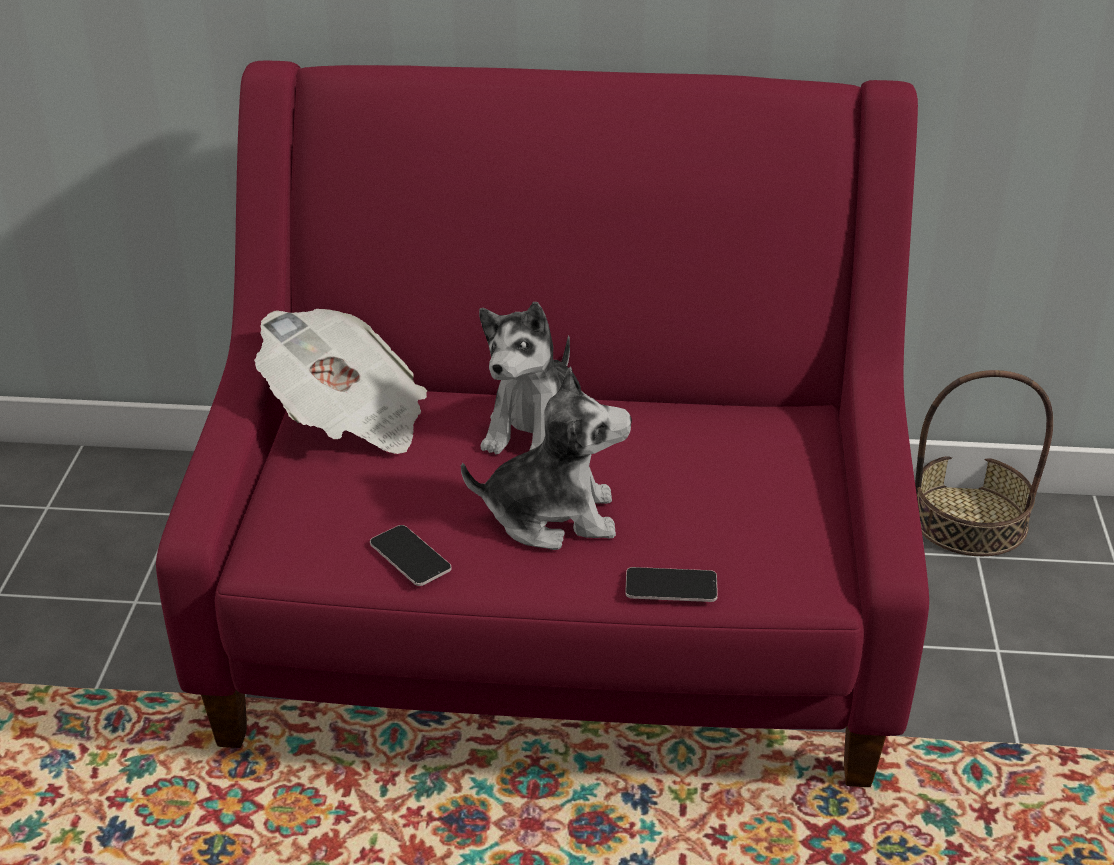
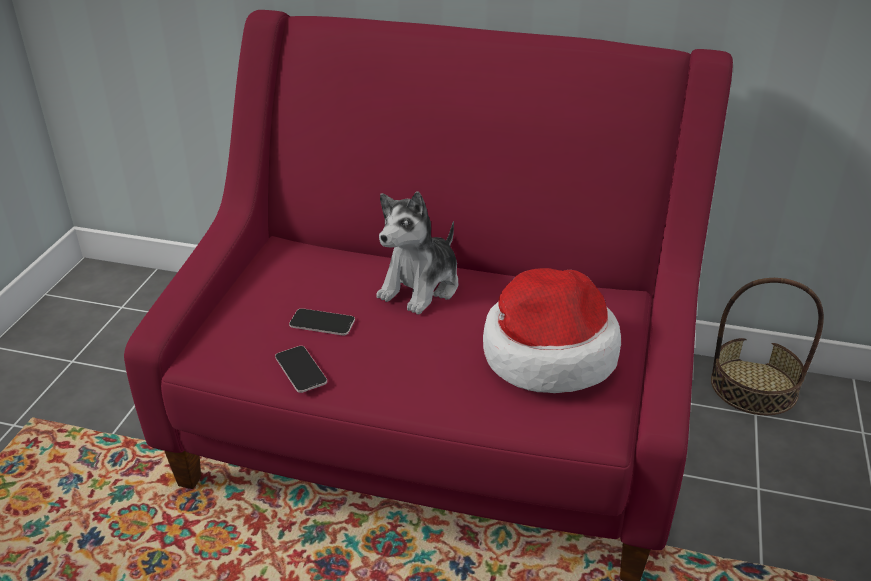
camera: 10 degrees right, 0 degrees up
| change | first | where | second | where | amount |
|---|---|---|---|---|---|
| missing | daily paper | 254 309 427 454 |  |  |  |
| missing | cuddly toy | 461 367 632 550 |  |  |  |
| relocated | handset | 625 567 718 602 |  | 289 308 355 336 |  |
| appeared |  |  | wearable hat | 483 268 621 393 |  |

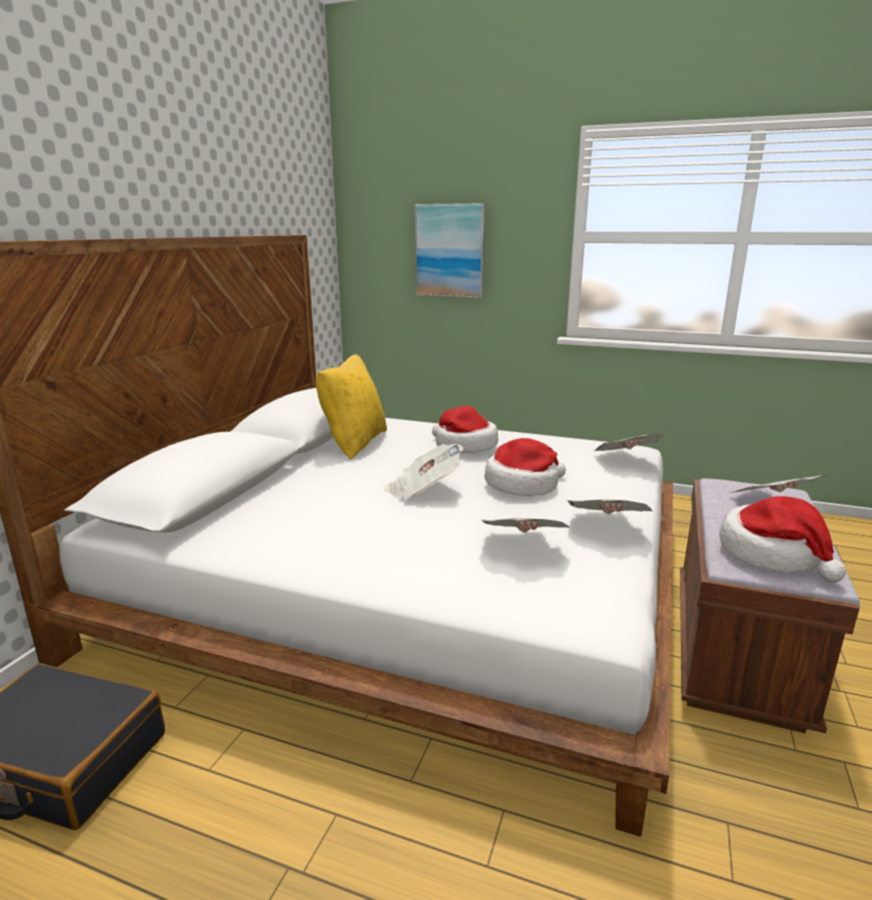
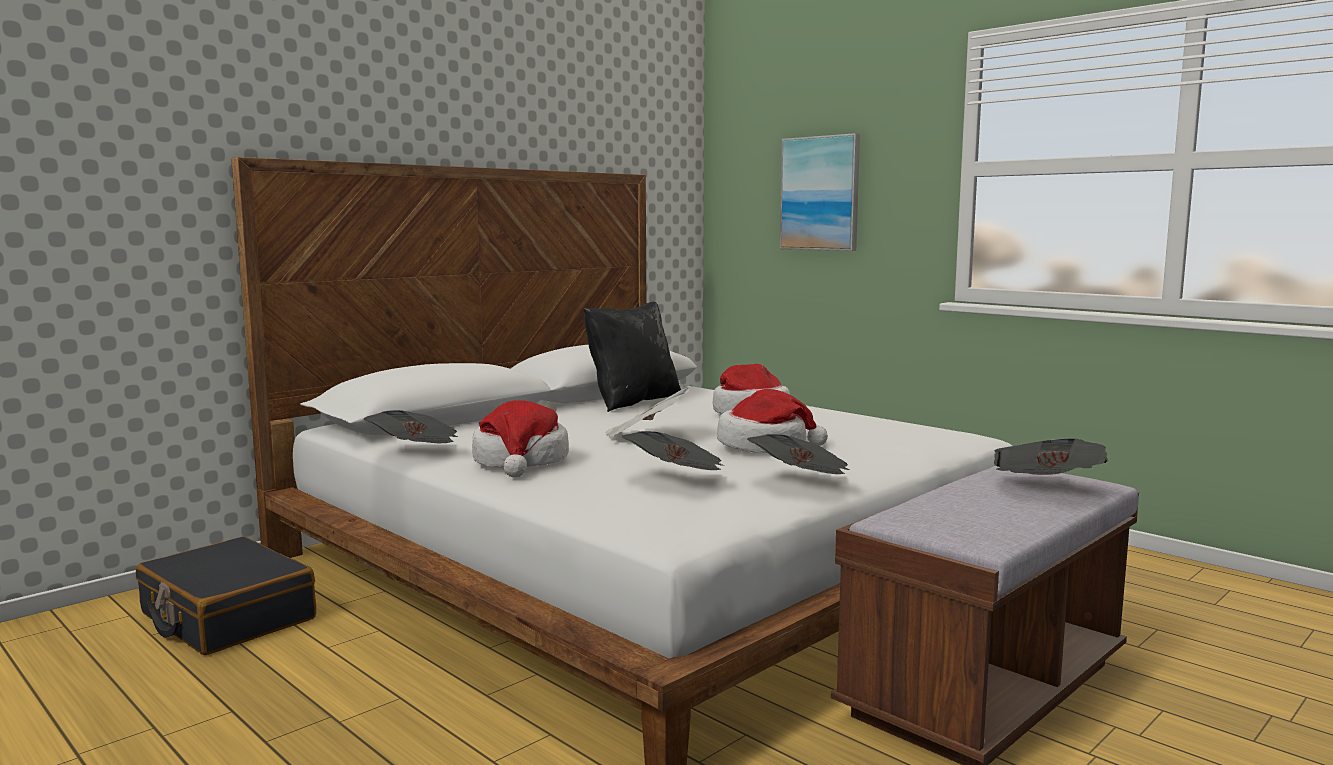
camera: 25 degrees right, 10 degrees down
| change | first | where | second | where | amount |
|---|---|---|---|---|---|
| colour | yellow-coloured throw pillow | 316 355 387 460 | black-coloured throw pillow | 584 302 681 412 |  |
| relocated | daily paper | 594 434 665 451 |  | 364 410 458 443 |  |
| relocated | wearable hat | 719 496 846 583 |  | 472 400 569 477 |  |

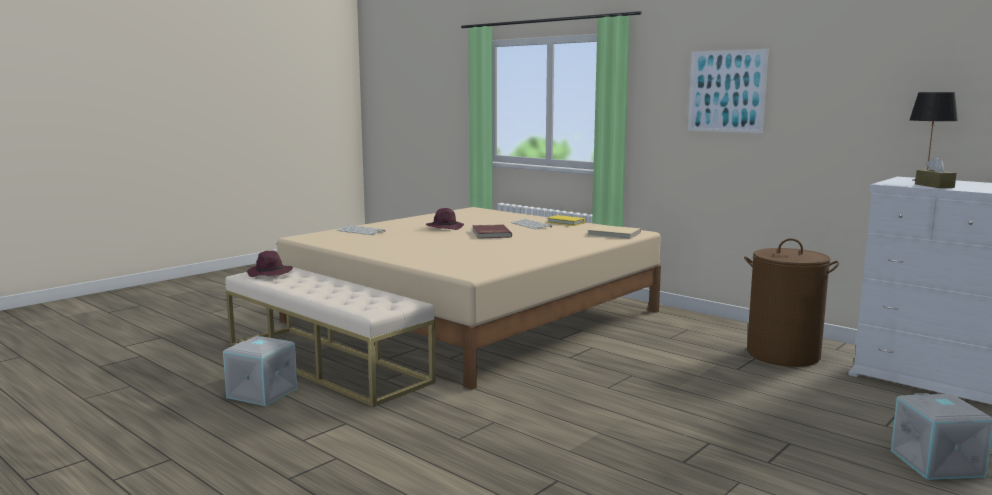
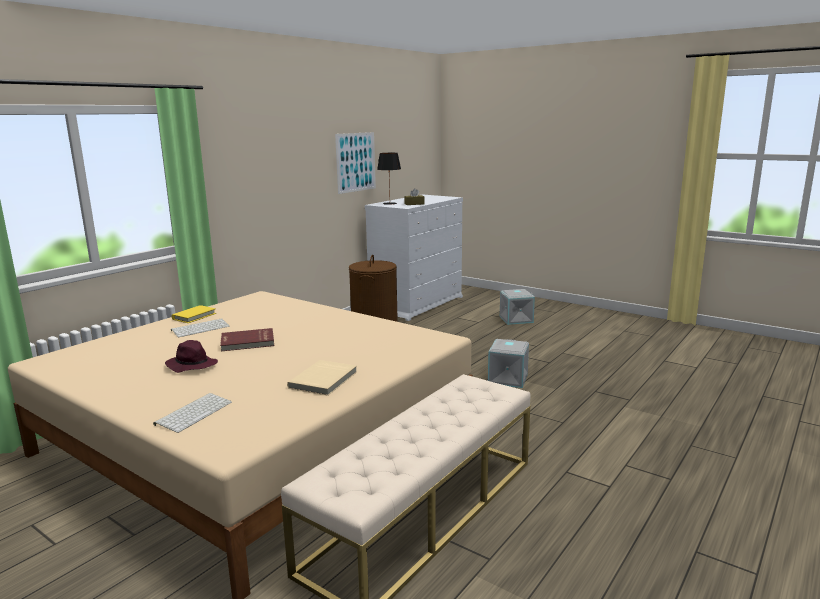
camera: 95 degrees left, 5 degrees up
| change | first | where | second | where | amount |
|---|---|---|---|---|---|
| relocated | grey storage box | 223 336 298 406 |  | 488 339 529 388 |  |
| missing | purplish wearable hat | 247 251 293 277 |  |  |  |
| relocated | beige-coloured book | 588 225 641 239 |  | 287 360 357 396 |  |
| relocated | wall art | 688 49 769 133 |  | 335 132 376 194 |  |

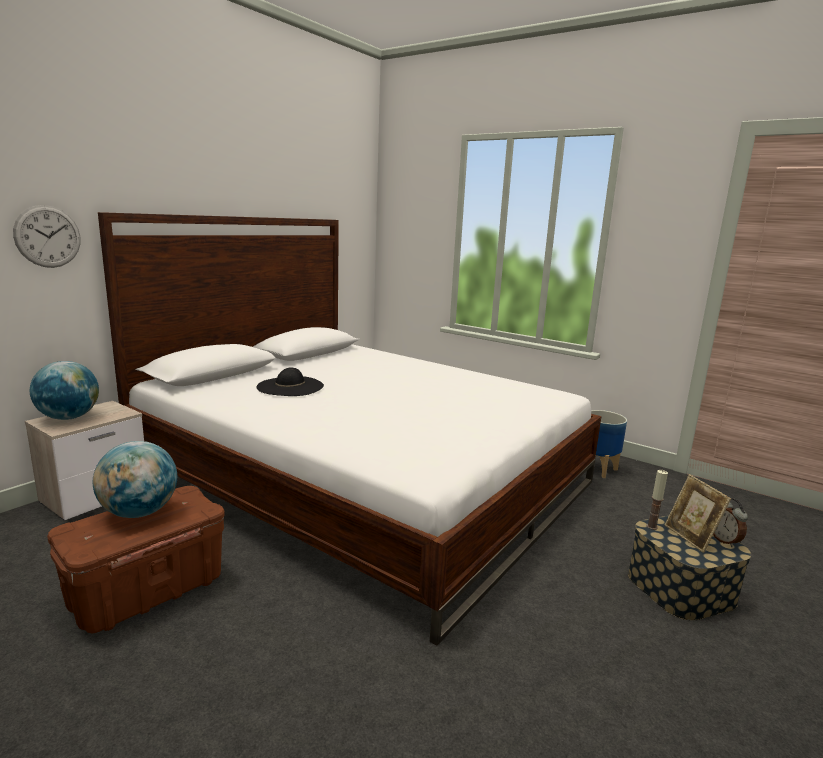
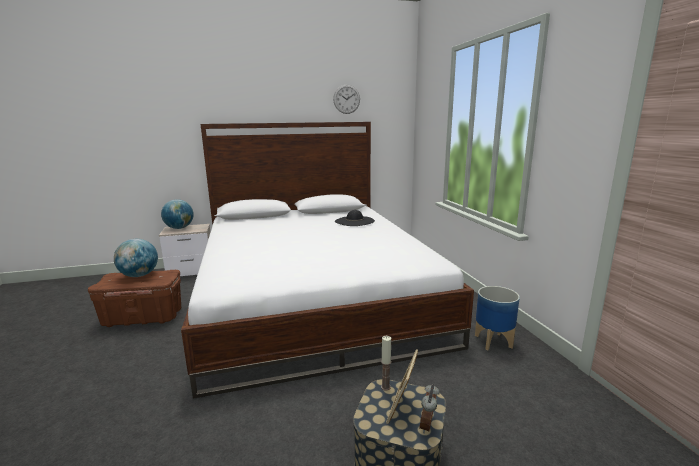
camera: 40 degrees right, 0 degrees up
| change | first | where | second | where | amount |
|---|---|---|---|---|---|
| relocated | clock on the wall | 13 205 81 268 |  | 333 85 360 114 |  |
| relocated | black-coloured wearable hat | 256 367 324 396 |  | 335 210 375 226 |  |

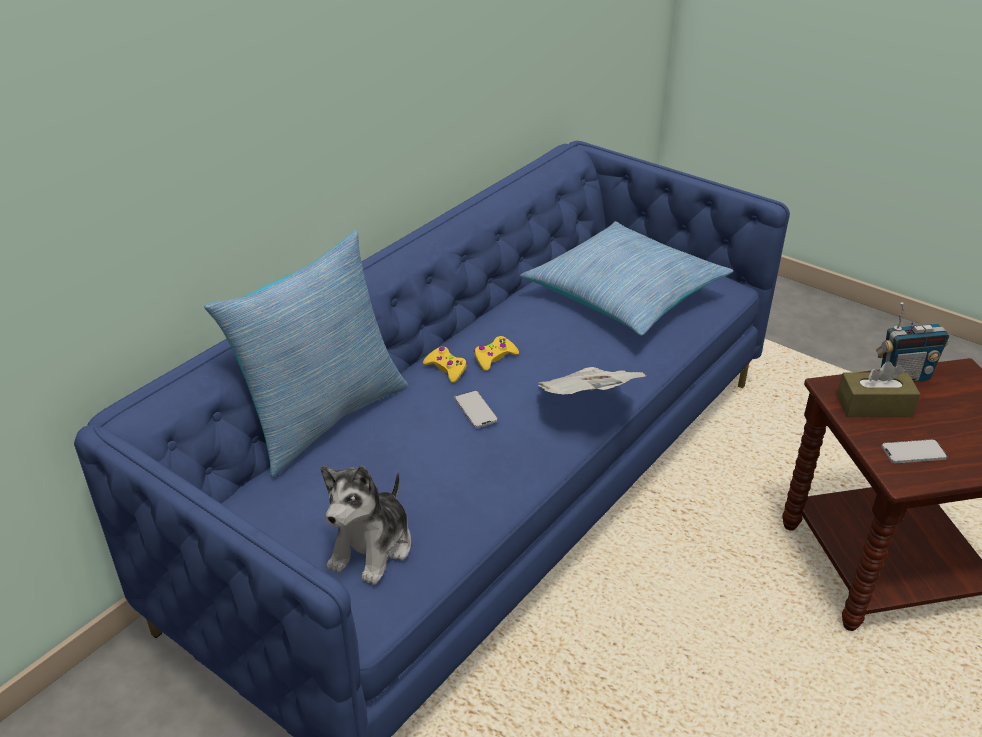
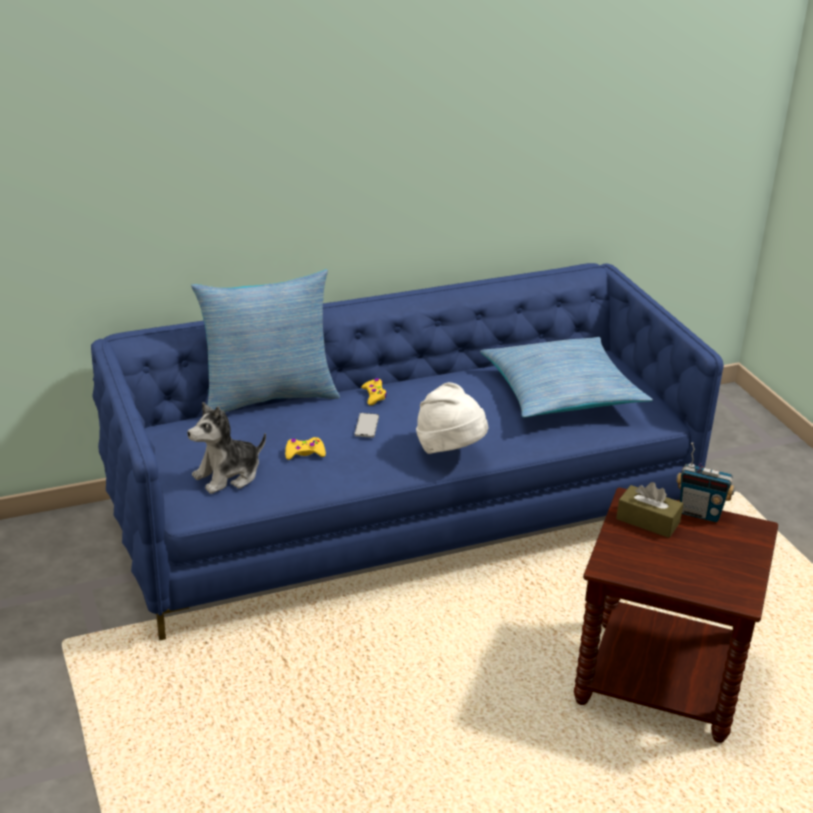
camera: 30 degrees right, 5 degrees down
| change | first | where | second | where | amount |
|---|---|---|---|---|---|
| relocated | yellow-coloured gamepad | 474 336 519 371 |  | 285 437 326 460 |  |
| exchanged | daily paper | 539 367 645 394 | white wearable hat | 416 382 488 454 |  |
| missing | handset | 881 439 948 463 |  |  |  |

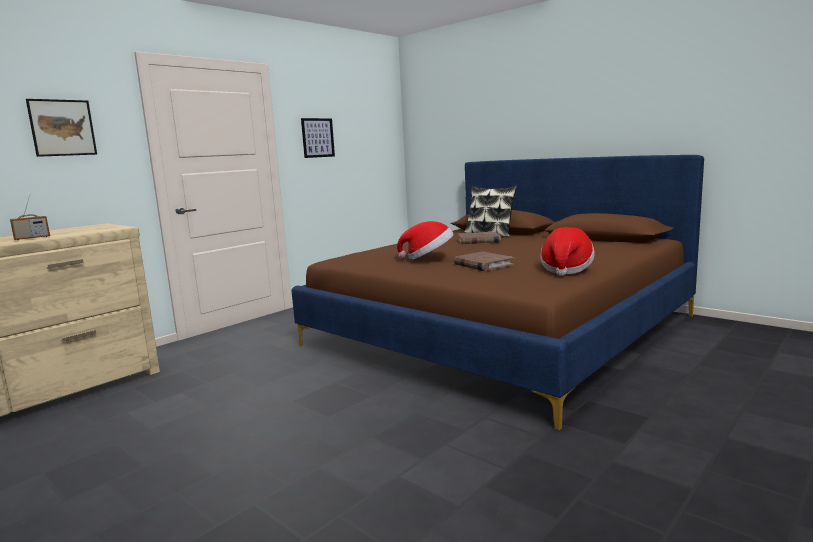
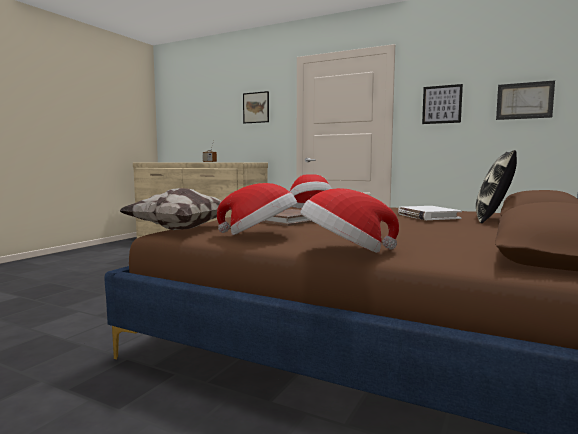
camera: 75 degrees right, 5 degrees down
| change | first | where | second | where | amount |
|---|---|---|---|---|---|
| colour | brown-coloured book | 458 232 501 245 | white book | 398 206 462 220 |  |
| appeared |  |  | throw pillow | 120 188 228 230 |  |
| appeared |  |  | wearable hat | 301 188 399 253 |  |
| appeared |  |  | wall art | 496 80 555 120 |  |

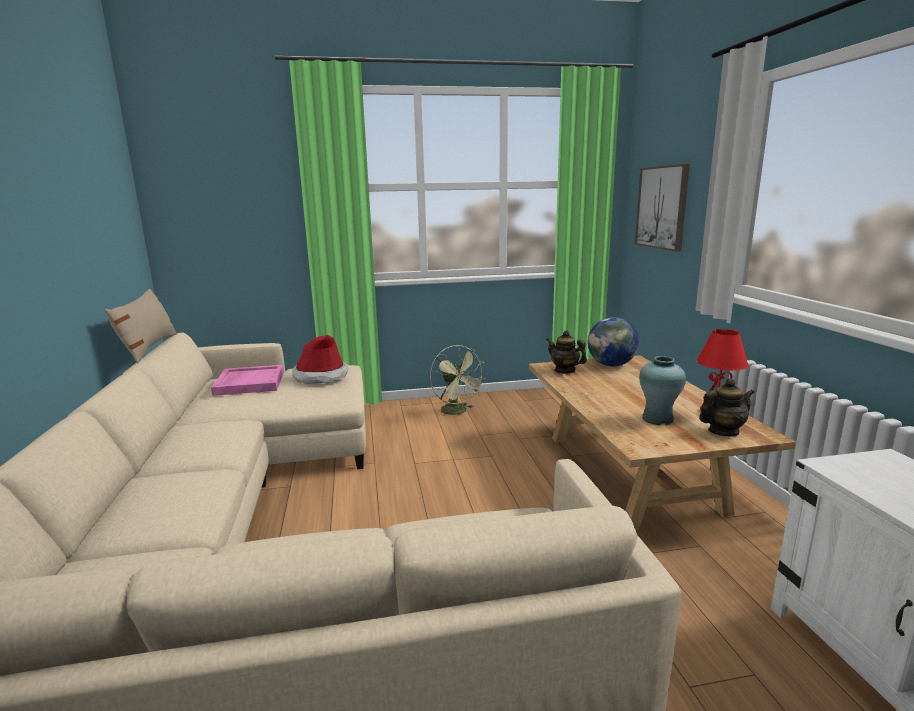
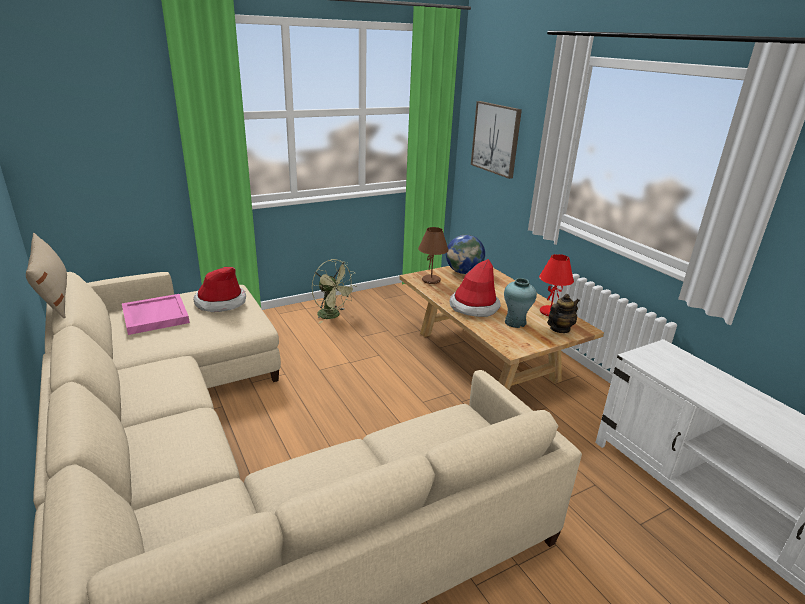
camera: 20 degrees left, 10 degrees up
| change | first | where | second | where | amount |
|---|---|---|---|---|---|
| exchanged | pot for tea | 546 330 587 374 | brown-coloured tabletop lamp | 418 227 449 284 |  |
| appeared |  |  | wearable hat | 449 259 501 317 |  |

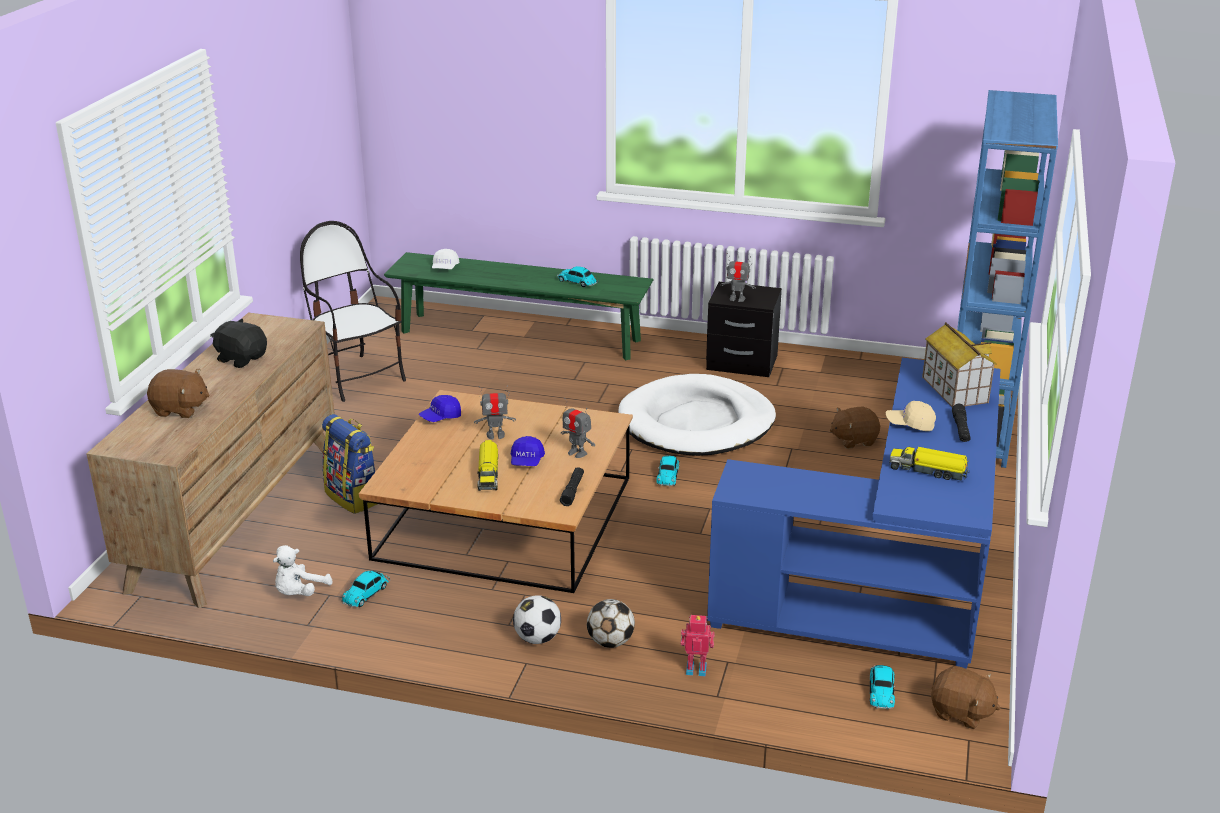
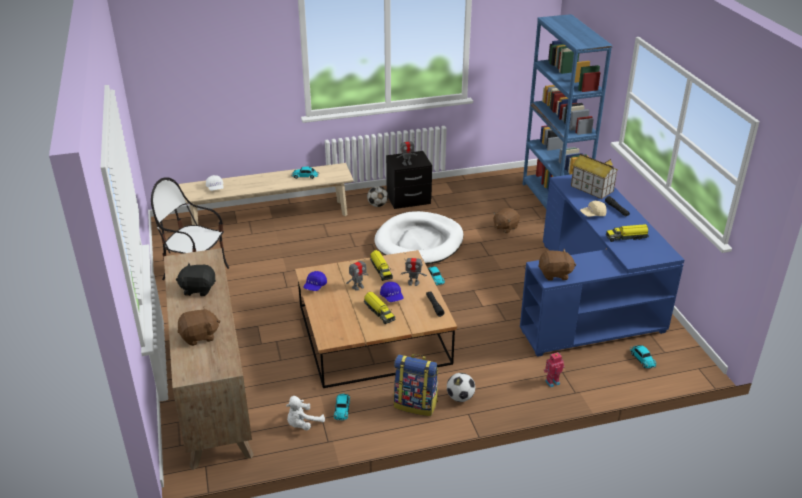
camera: 30 degrees left, 5 degrees up
| change | first | where | second | where | amount |
|---|---|---|---|---|---|
| spun | white cuddly toy | 273 545 332 596 |  | 286 396 325 430 | 45 degrees clockwise |
| relocated | rucksack | 322 414 377 514 |  | 394 354 438 416 |  |
| colour | greenish long seat | 384 252 653 360 | beige-coloured long seat | 178 163 354 225 |  |
| relocated | ball for football | 587 599 635 648 |  | 367 186 388 207 |  |
| relocated | brown-coloured cuddly toy | 931 666 1000 729 |  | 538 249 576 281 |  |
| appeared |  |  | toy truck | 370 250 393 281 |  |

